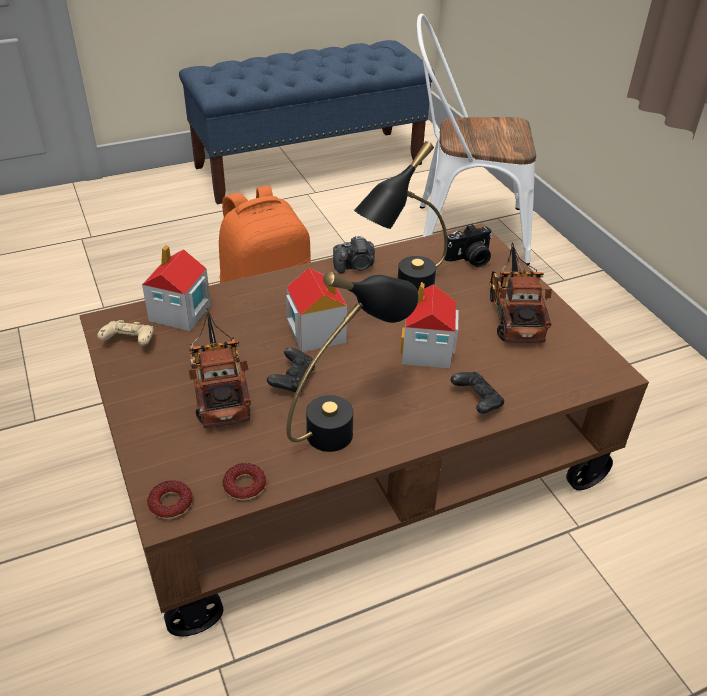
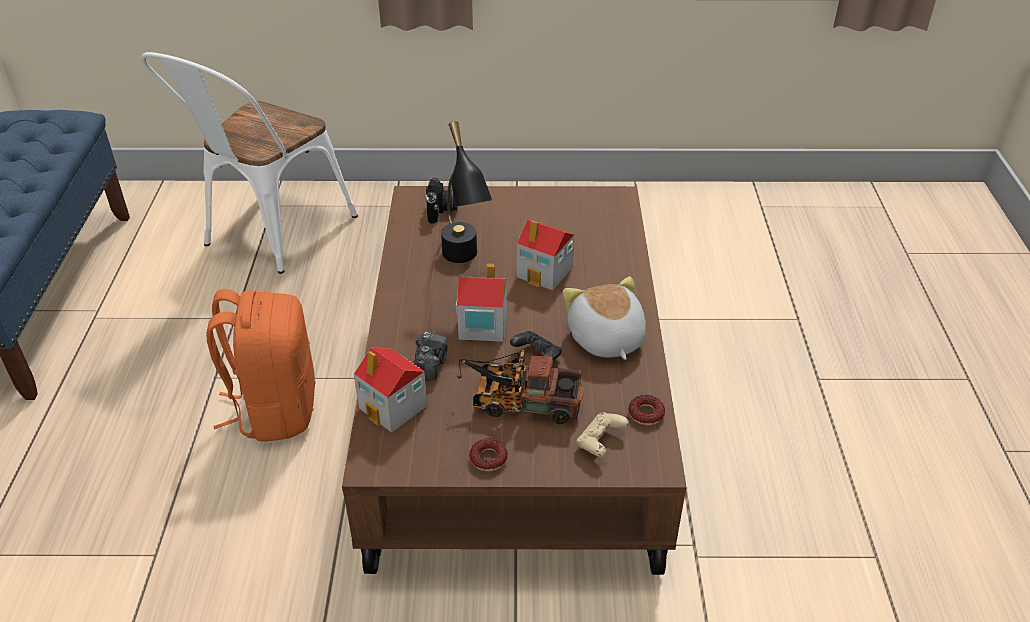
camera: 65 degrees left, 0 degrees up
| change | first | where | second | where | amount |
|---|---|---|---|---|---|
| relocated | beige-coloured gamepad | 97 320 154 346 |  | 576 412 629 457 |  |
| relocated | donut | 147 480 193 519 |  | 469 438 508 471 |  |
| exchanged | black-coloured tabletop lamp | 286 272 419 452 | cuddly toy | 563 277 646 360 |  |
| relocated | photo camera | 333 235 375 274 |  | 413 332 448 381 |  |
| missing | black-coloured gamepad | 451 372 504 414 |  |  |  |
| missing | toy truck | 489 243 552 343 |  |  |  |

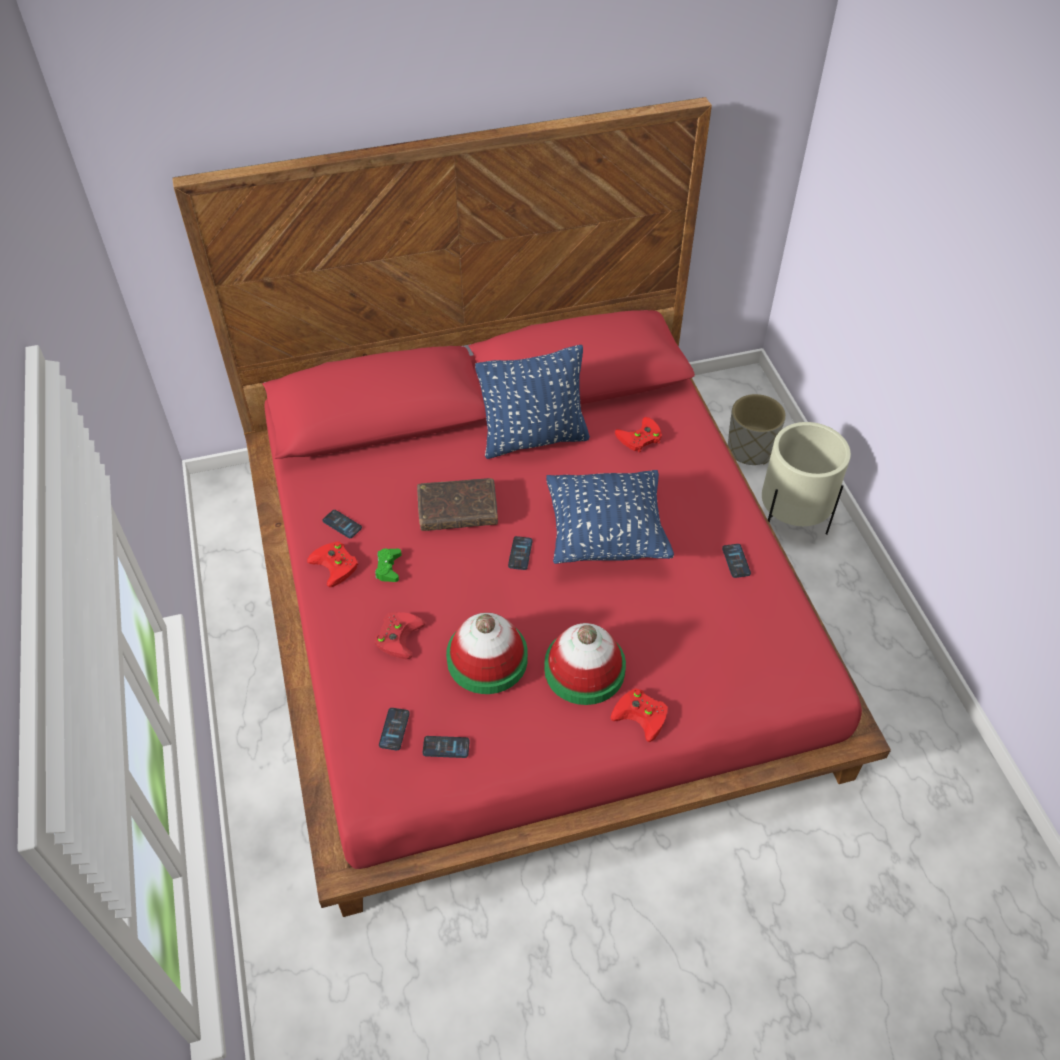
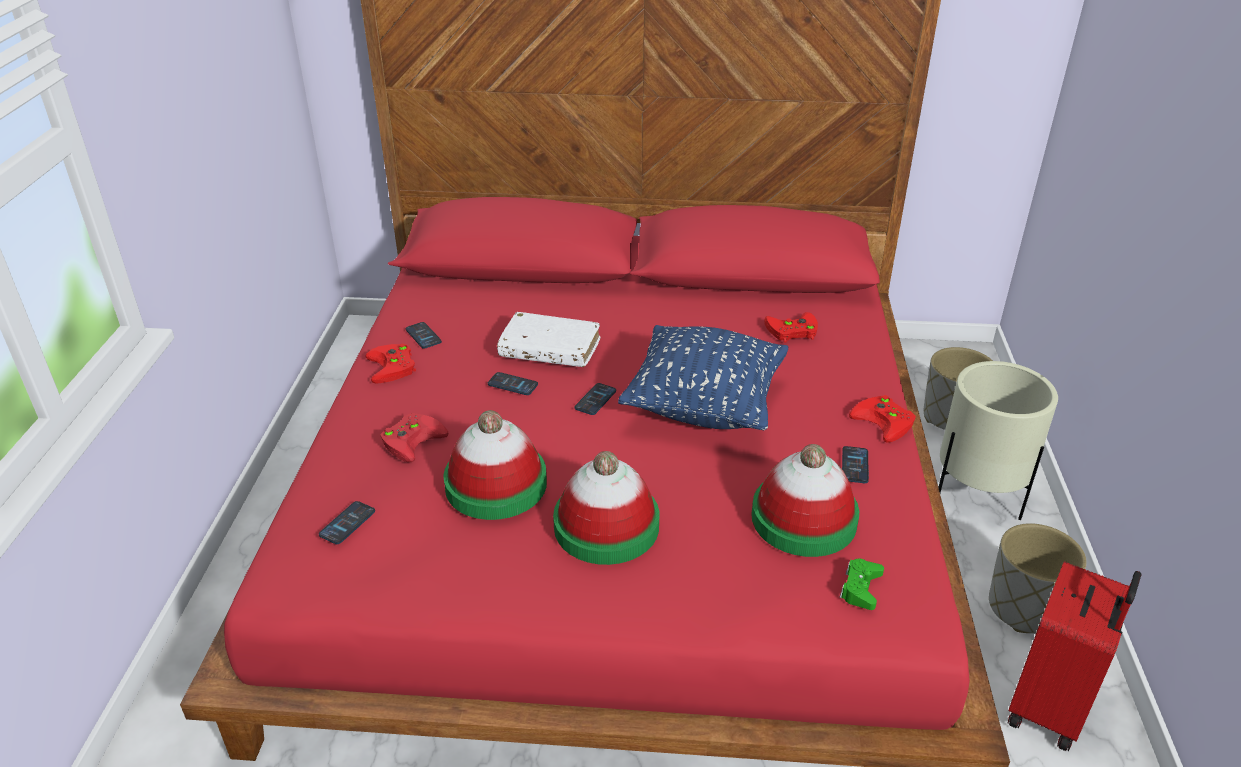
camera: 20 degrees right, 15 degrees down
| change | first | where | second | where | amount |
|---|---|---|---|---|---|
| relocated | greenish gamepad | 375 548 402 582 |  | 840 558 884 610 |  |
| colour | brown-coloured book | 417 478 498 531 | white book | 497 312 600 367 |  |
| relocated | handset | 423 736 470 758 |  | 488 372 538 395 |  |
| missing | blue throw pillow | 475 345 590 459 |  |  |  |
| relocated | red gamepad | 611 688 668 742 |  | 849 395 916 443 |  |
| appeared |  |  | wearable hat | 751 444 859 557 |  |
| appeared |  |  | grey plant pot | 989 523 1087 633 |  |
| appeared |  |  | red suitcase | 1008 562 1142 751 |  |

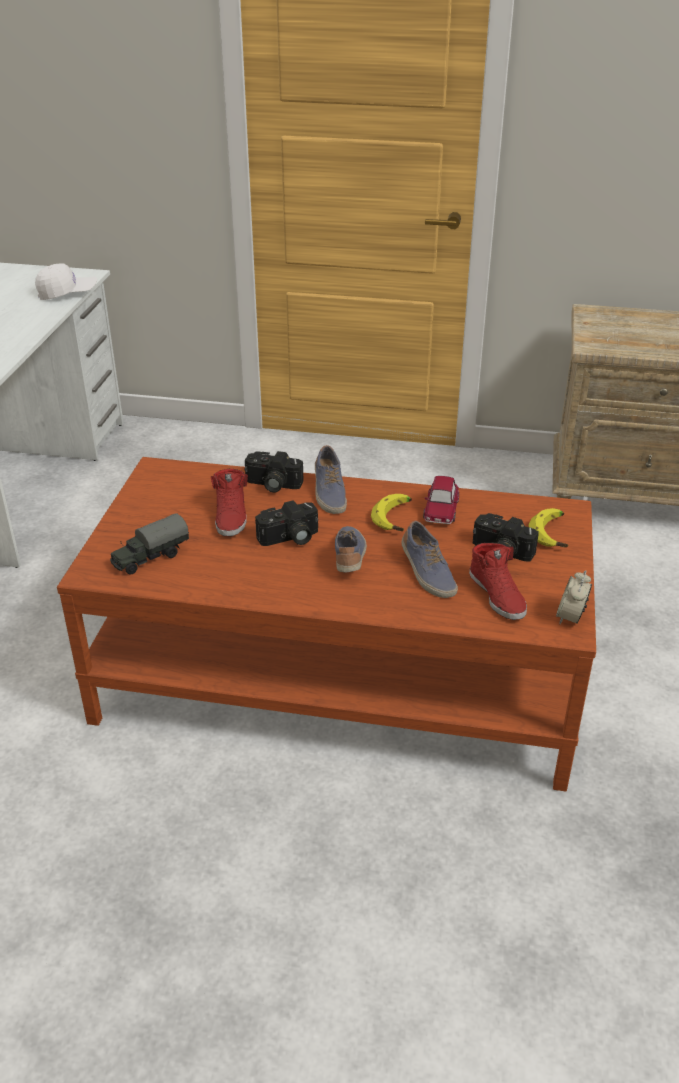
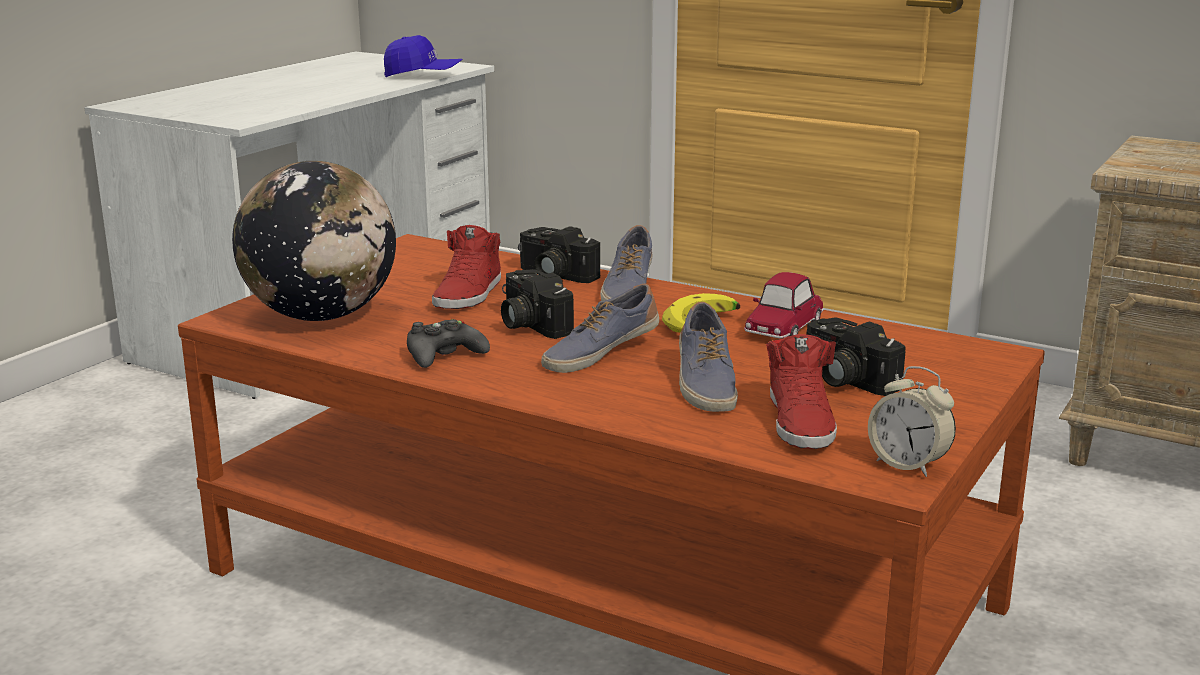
camera: 20 degrees right, 15 degrees down
| change | first | where | second | where | amount |
|---|---|---|---|---|---|
| colour | white peaked cap | 35 263 97 300 | blue peaked cap | 384 35 463 77 |  |
| exchanged | toy truck | 110 513 189 575 | globe | 232 161 396 321 |  |
| spun | photo camera | 255 500 318 546 |  | 501 269 574 339 | 60 degrees clockwise |
| spun | item of footwear | 335 526 367 573 |  | 541 283 659 373 | 150 degrees counterclockwise |
| missing | banana fruit | 529 508 568 547 |  |  |  |
| spun | bedside clock | 556 570 592 624 |  | 868 366 956 477 | 90 degrees counterclockwise |
| appeared |  |  | black-coloured gamepad | 407 319 490 368 |  |

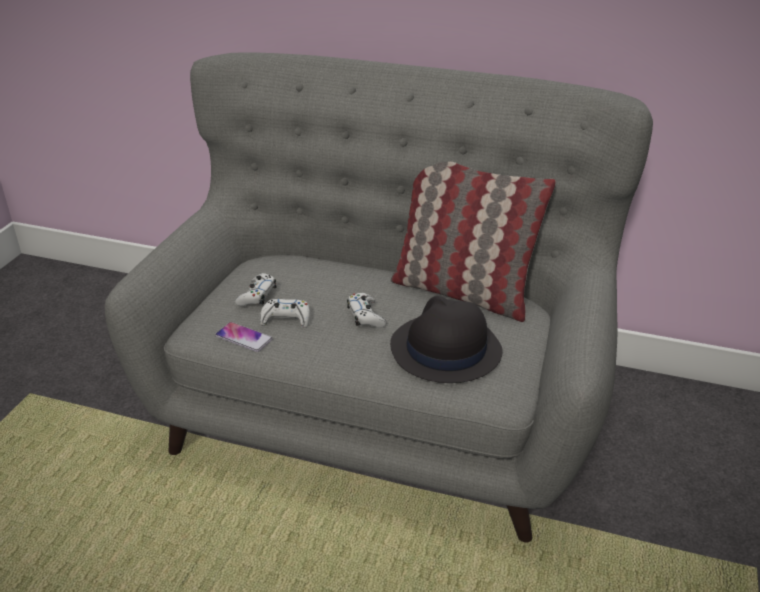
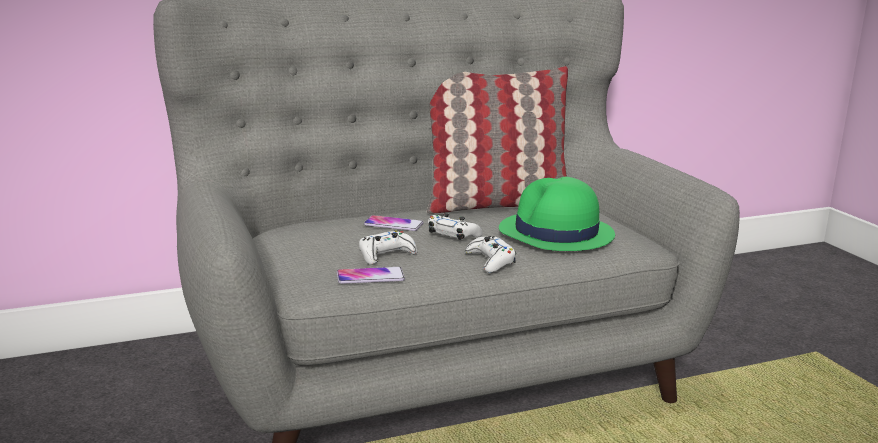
camera: 40 degrees left, 15 degrees down
| change | first | where | second | where | amount |
|---|---|---|---|---|---|
| relocated | white gamepad | 235 273 276 306 |  | 465 236 516 273 |  |
| colour | black-coloured wearable hat | 390 296 503 383 | greenish wearable hat | 499 177 615 251 |  |
| appeared |  |  | handset | 364 215 423 231 |  |

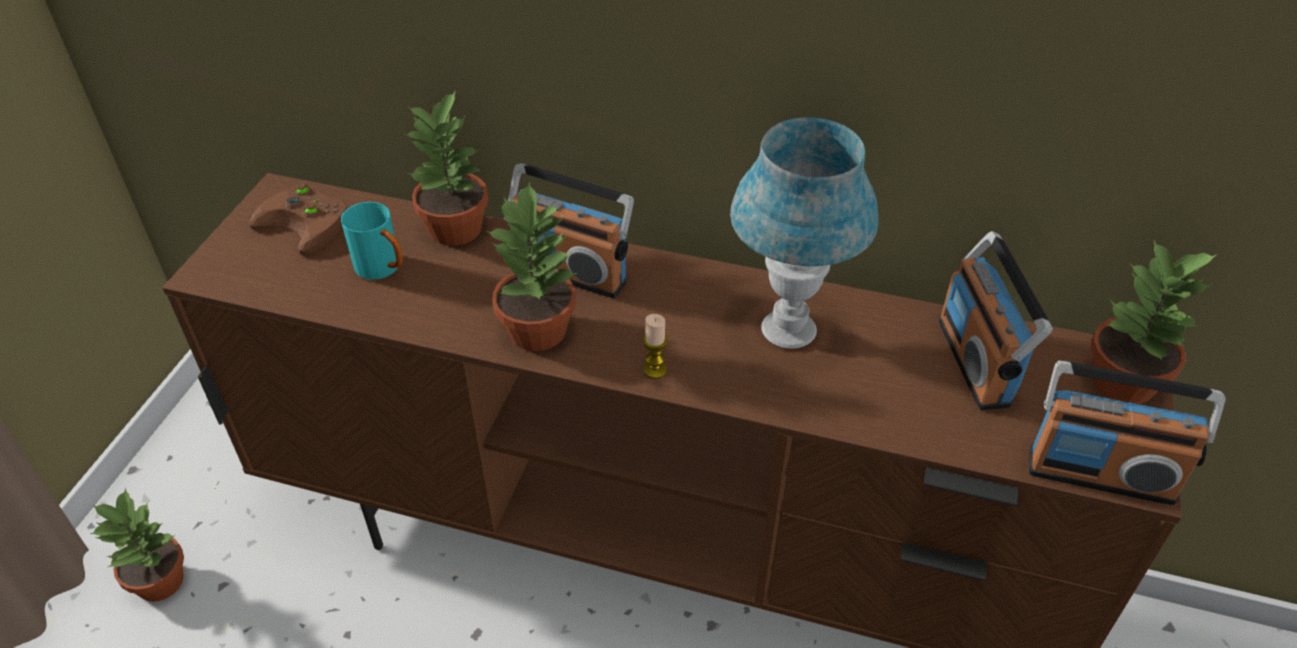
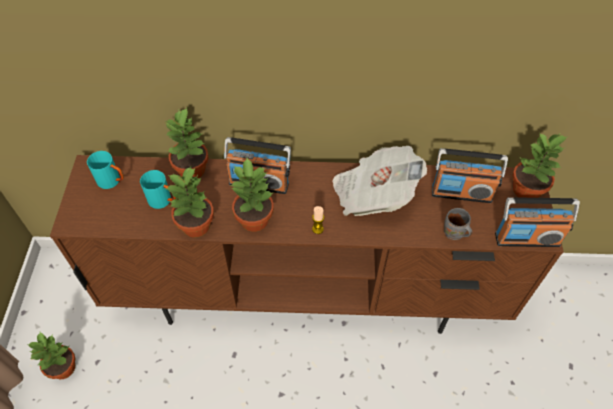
camera: 15 degrees left, 10 degrees up
| change | first | where | second | where | amount |
|---|---|---|---|---|---|
| exchanged | brown-coloured gamepad | 250 183 347 256 | turquoise-coloured mug | 87 151 124 189 |  |
| exchanged | blue tabletop lamp | 730 117 878 349 | daily paper | 332 146 427 216 |  |
| spun | radio receiver | 938 231 1053 410 |  | 432 148 508 203 | 60 degrees counterclockwise |
| appeared |  |  | houseplant | 165 166 214 238 |  |
| appeared |  |  | grey mug | 444 208 472 240 |  |

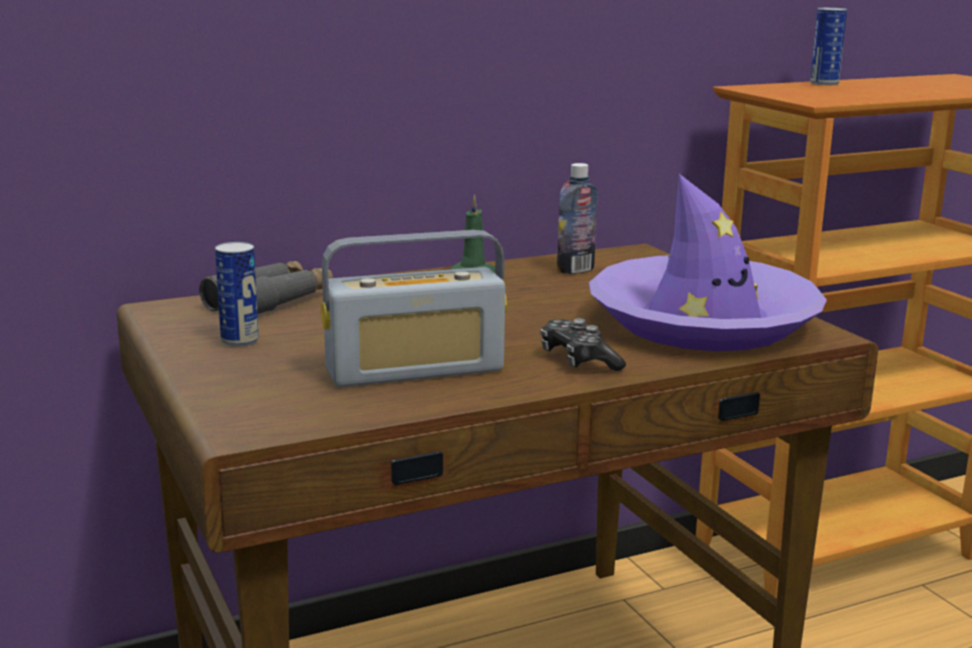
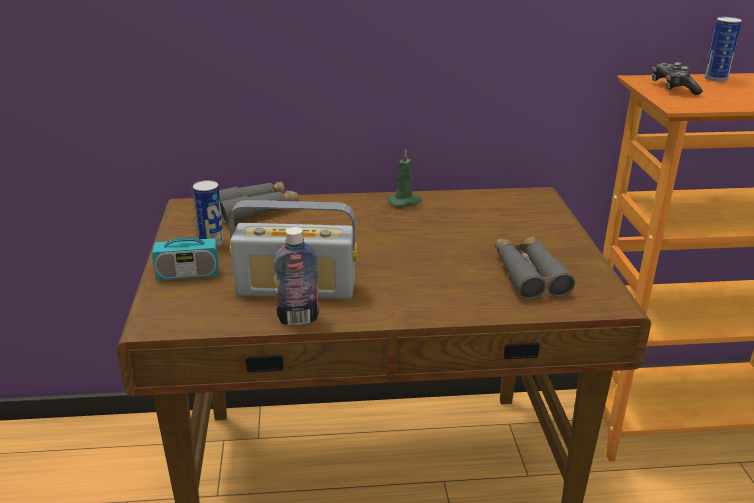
camera: 20 degrees right, 10 degrees up
| change | first | where | second | where | amount |
|---|---|---|---|---|---|
| relocated | gamepad | 540 318 626 371 |  | 652 62 703 95 |  |
| relocated | beverage bottle | 557 163 597 274 |  | 274 227 320 326 |  |
| exchanged | purplish wearable hat | 589 174 827 351 | grey pair of binoculars | 495 236 575 300 |  |
| appeared |  |  | radio receiver | 152 189 219 280 |  |

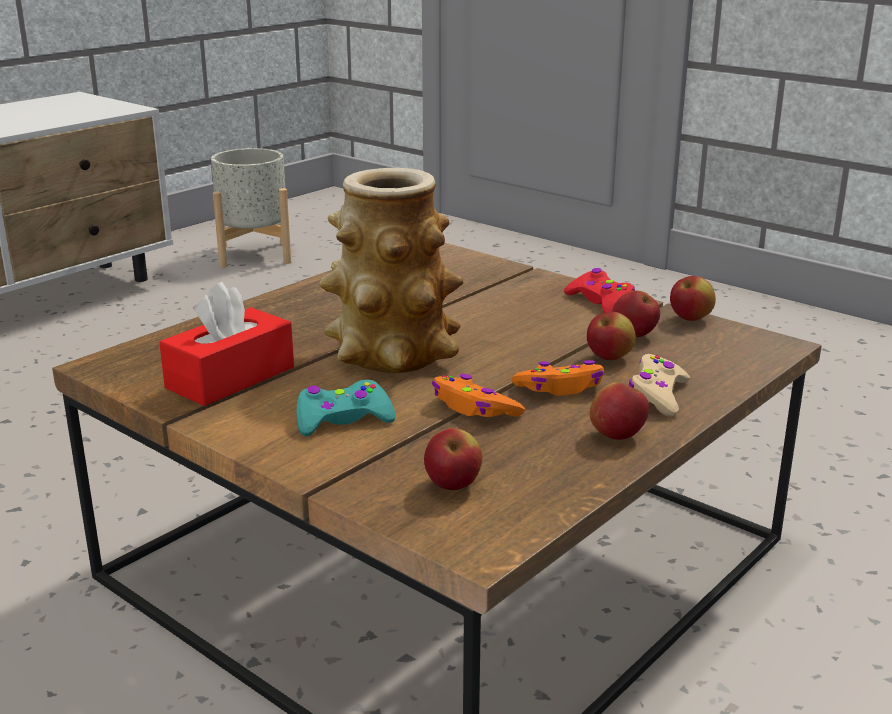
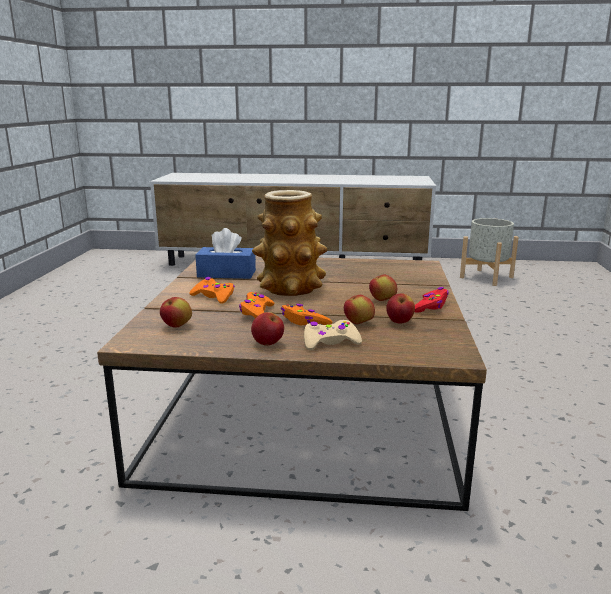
camera: 55 degrees right, 5 degrees down
| change | first | where | second | where | amount |
|---|---|---|---|---|---|
| colour | red tissue holder | 159 282 294 406 | blue tissue holder | 195 228 256 279 |  |
| colour | turquoise-coloured gamepad | 296 380 396 436 | orange-coloured gamepad | 190 277 235 304 |  |
| relocated | whole apple | 670 276 716 321 |  | 369 274 397 301 |  |

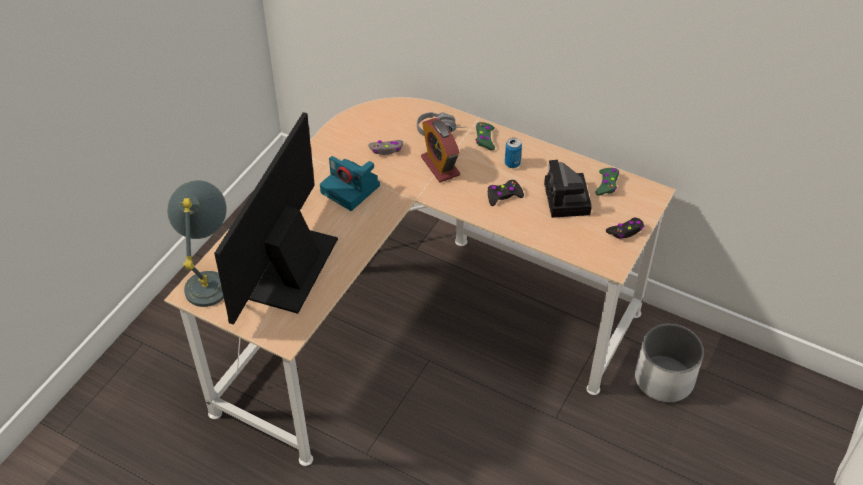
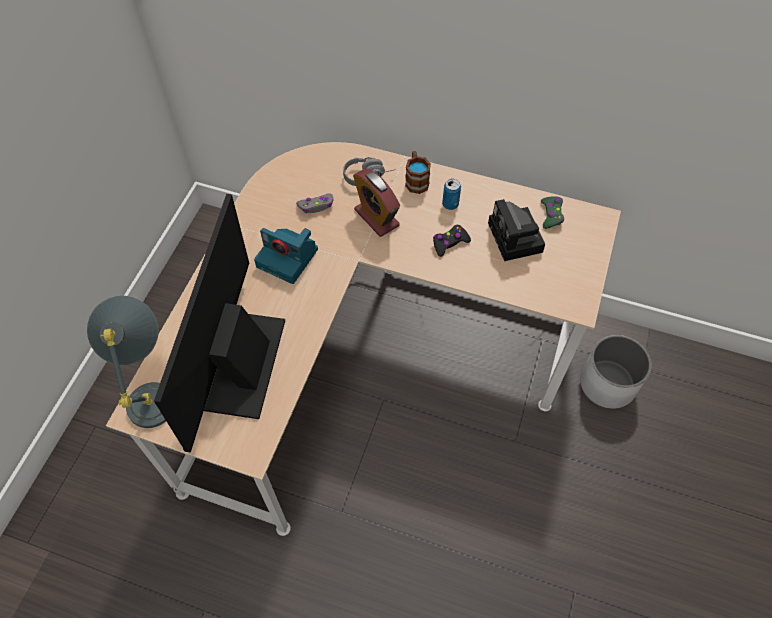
camera: 10 degrees left, 10 degrees up
| change | first | where | second | where | amount |
|---|---|---|---|---|---|
| exchanged | greenish gamepad | 476 122 495 151 | mug | 405 151 431 194 |  |
| missing | black-coloured gamepad | 606 218 644 239 |  |  |  |

